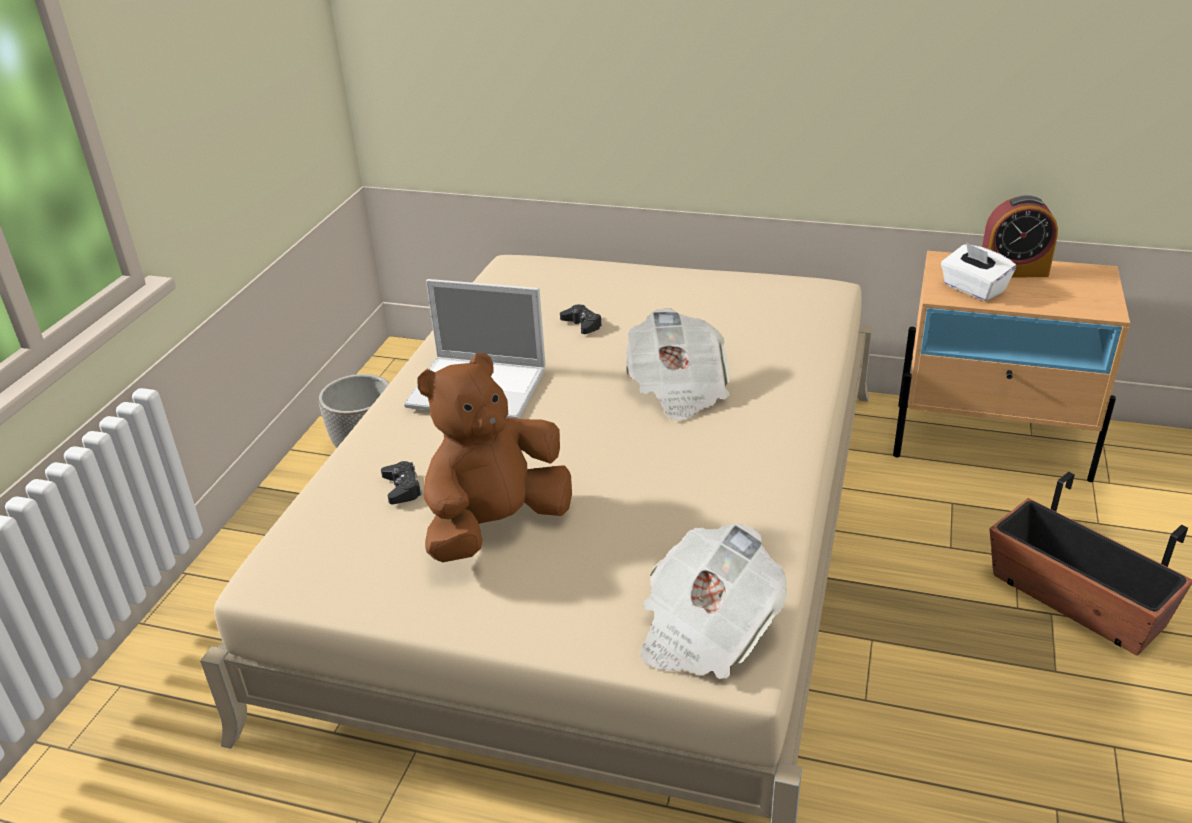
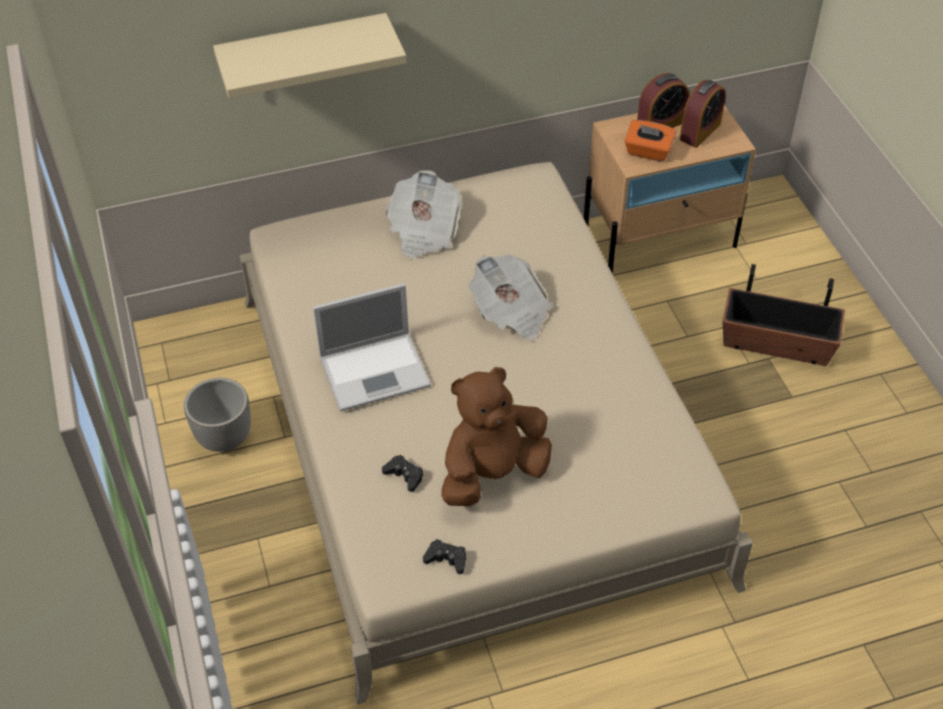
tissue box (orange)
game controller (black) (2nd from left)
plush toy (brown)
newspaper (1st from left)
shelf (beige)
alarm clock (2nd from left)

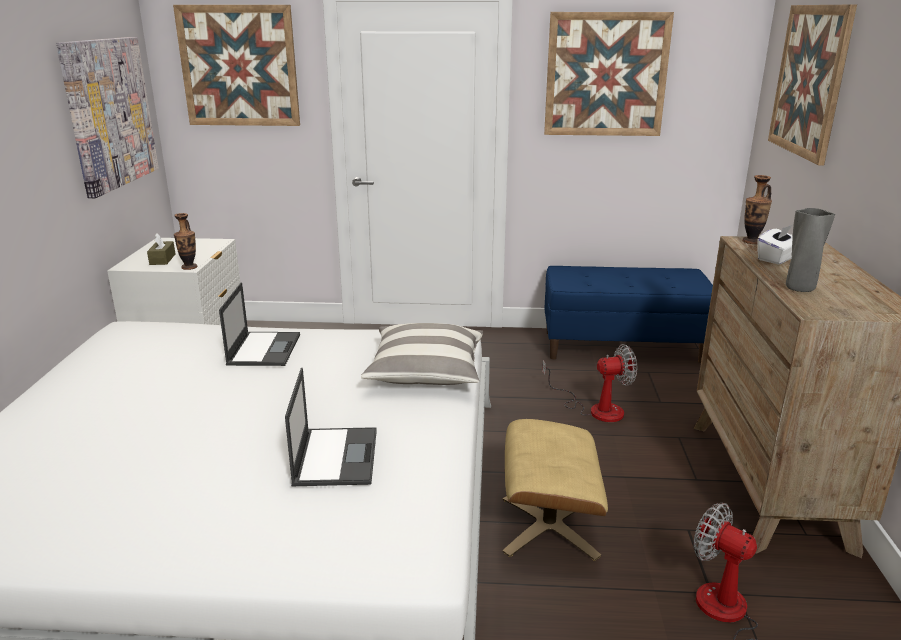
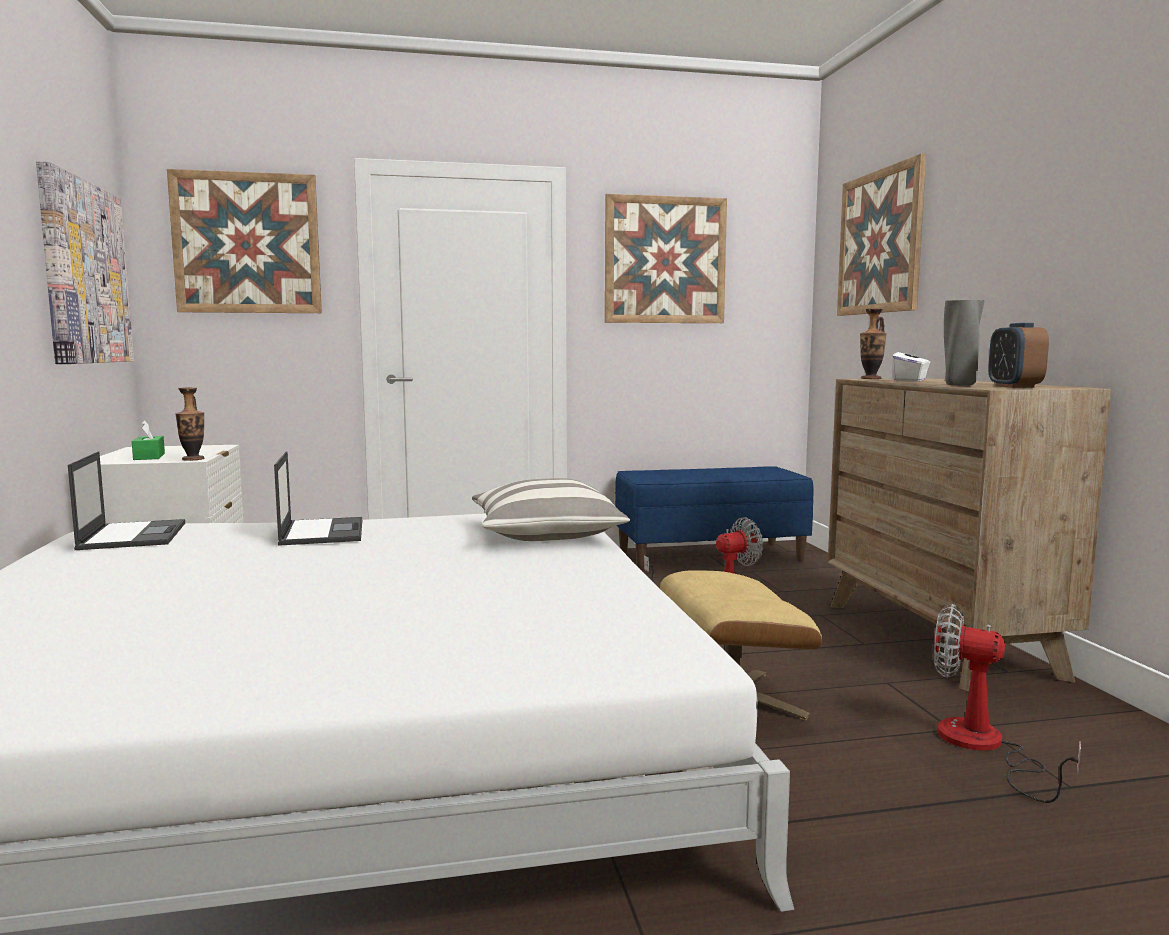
tissue box (green)
laptop (1st from left)
alarm clock

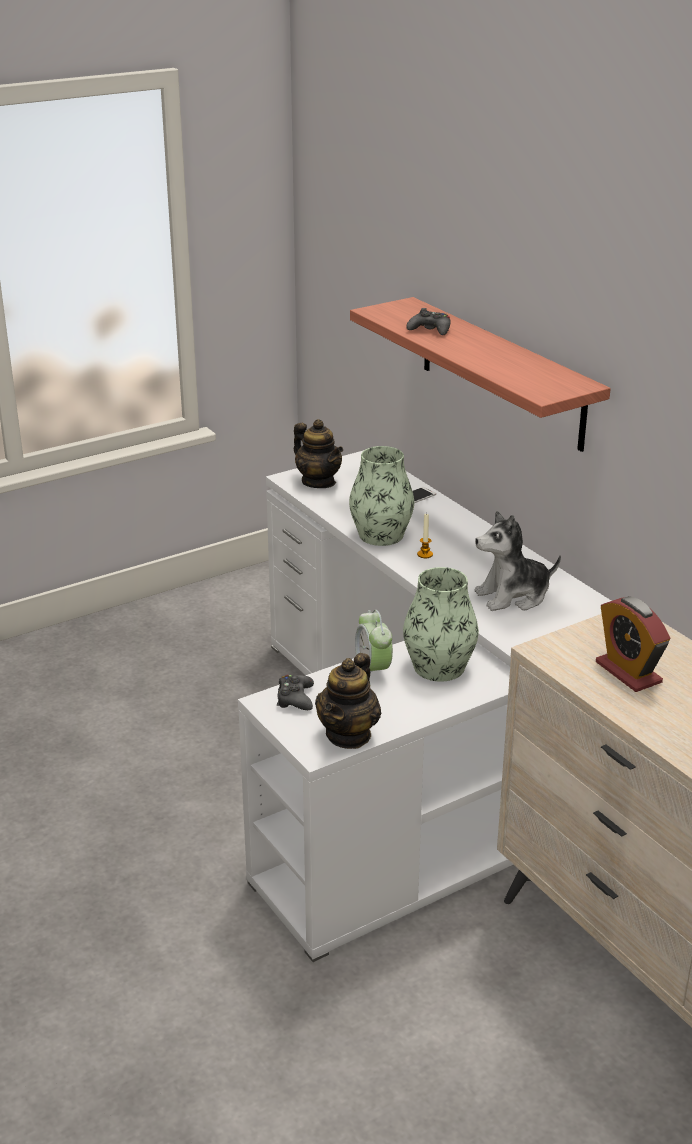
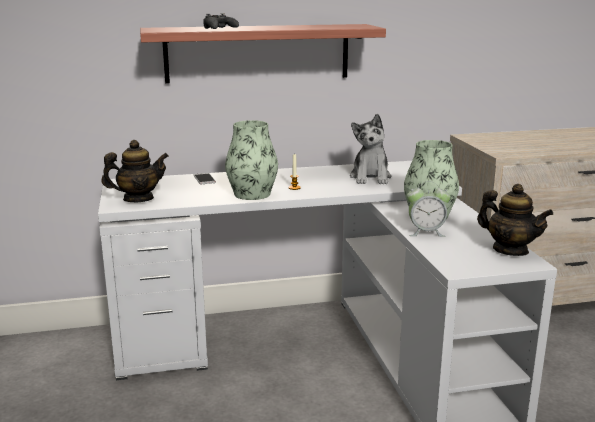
alarm clock (2nd from left in the first image)
game controller (black) (1st from left in the first image)

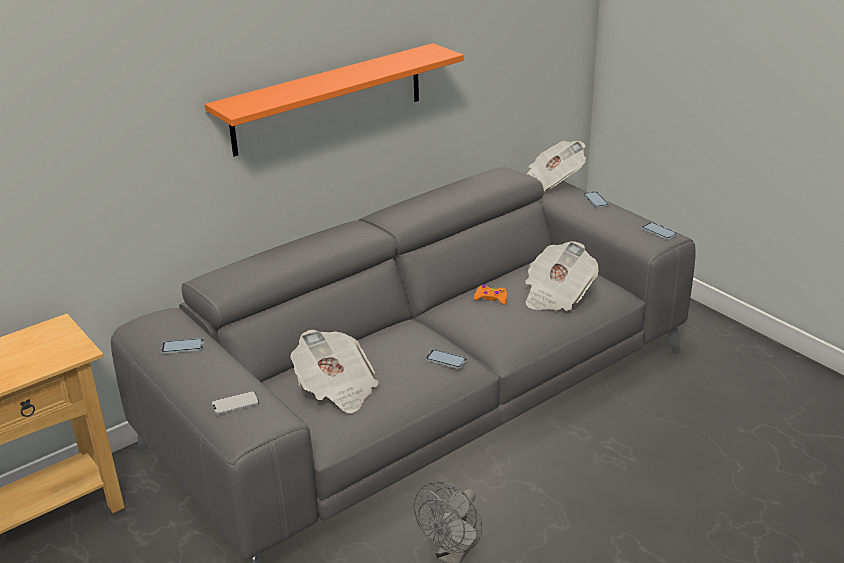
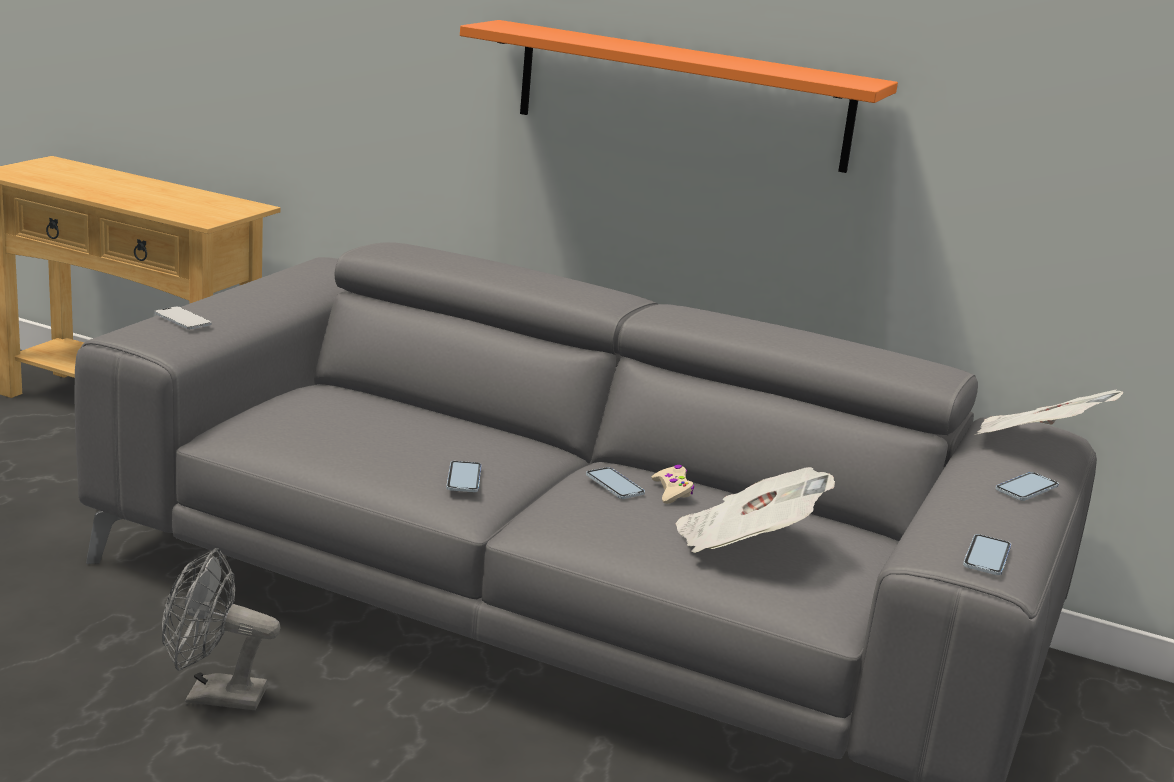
game controller (beige)
newspaper (1st from left in the first image)
phone (3rd from left)

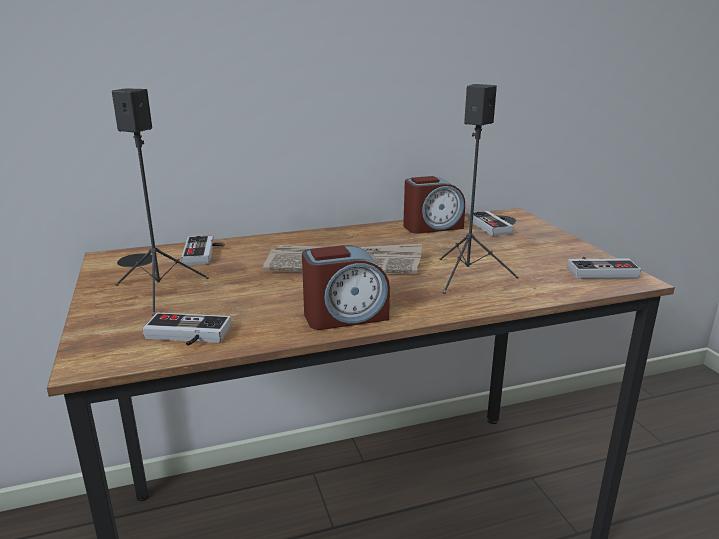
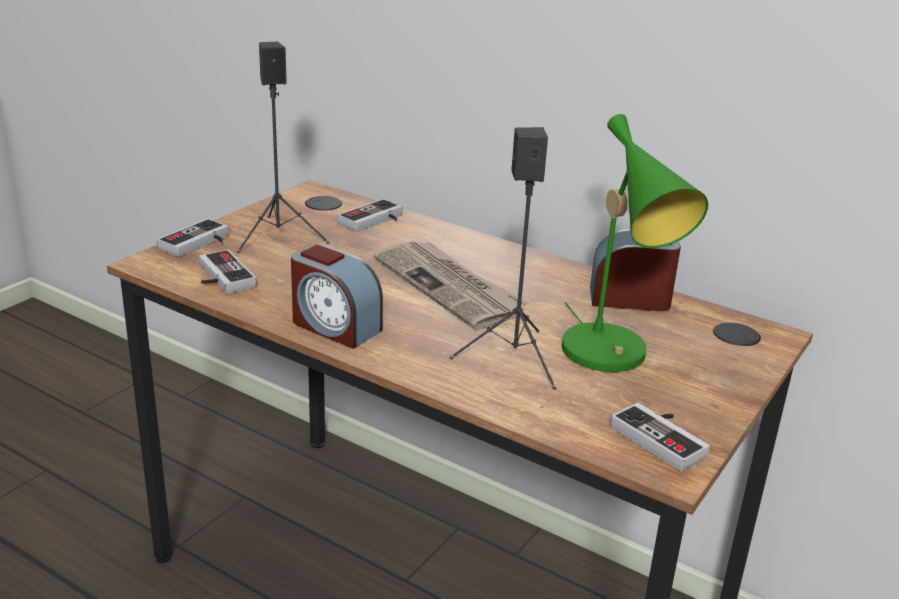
alarm clock (2nd from left)
game controller (1st from left)
table lamp (green)

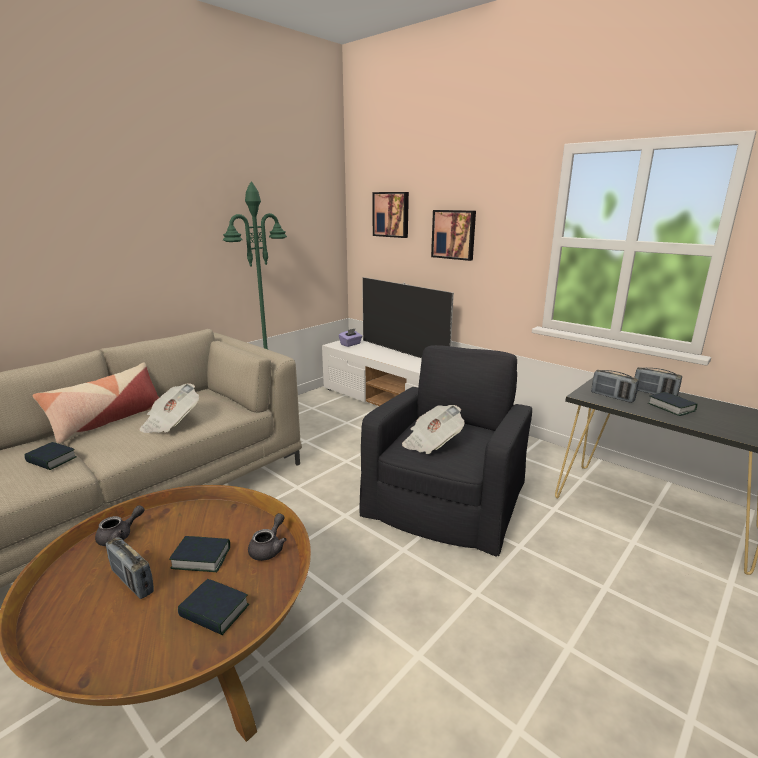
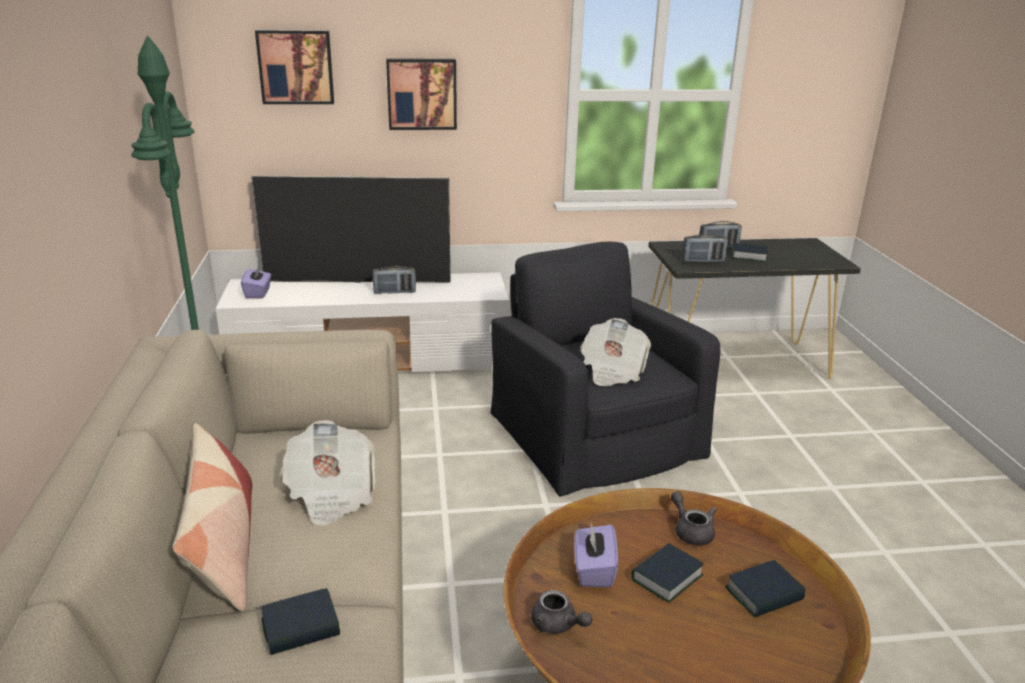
teapot (grey) (1st from left)
radio (1st from left)
tissue box (purple) (2nd from left)

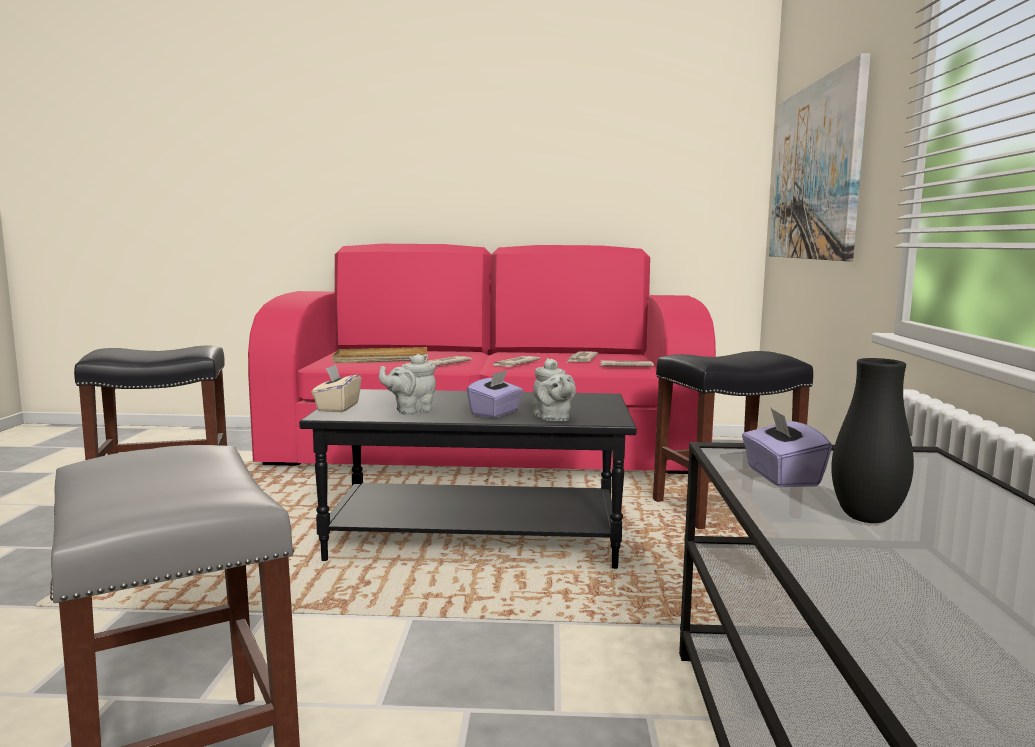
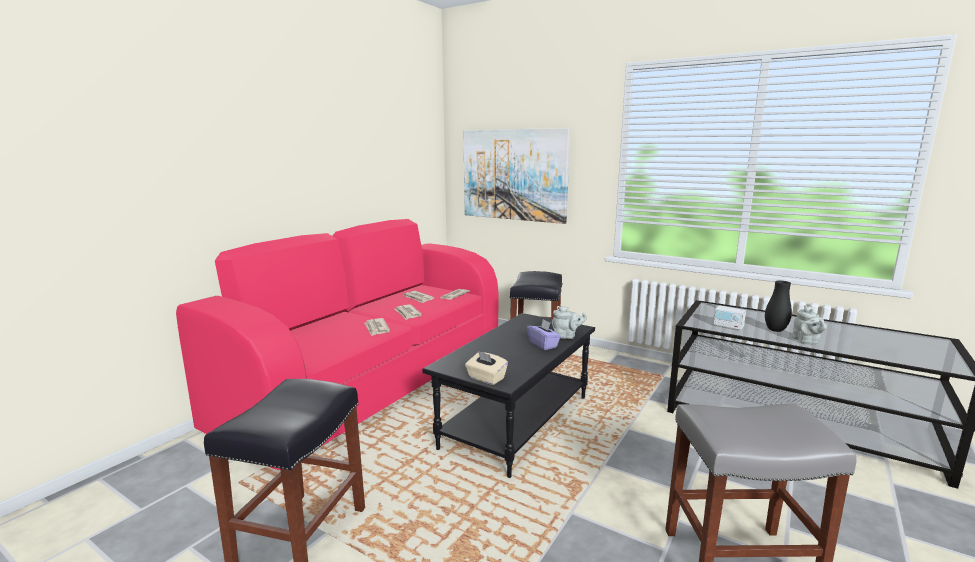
tray (beige)
teapot (grey) (2nd from left)
radio

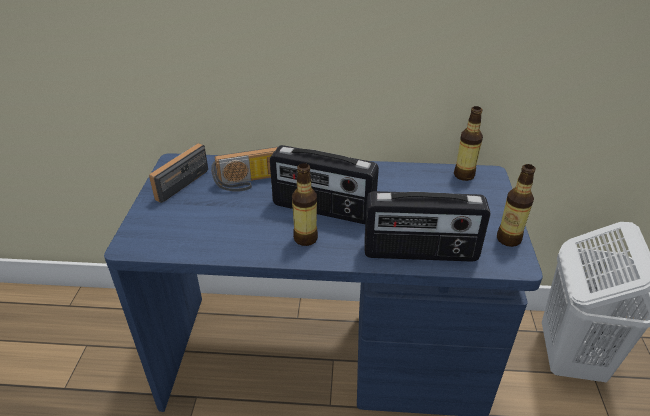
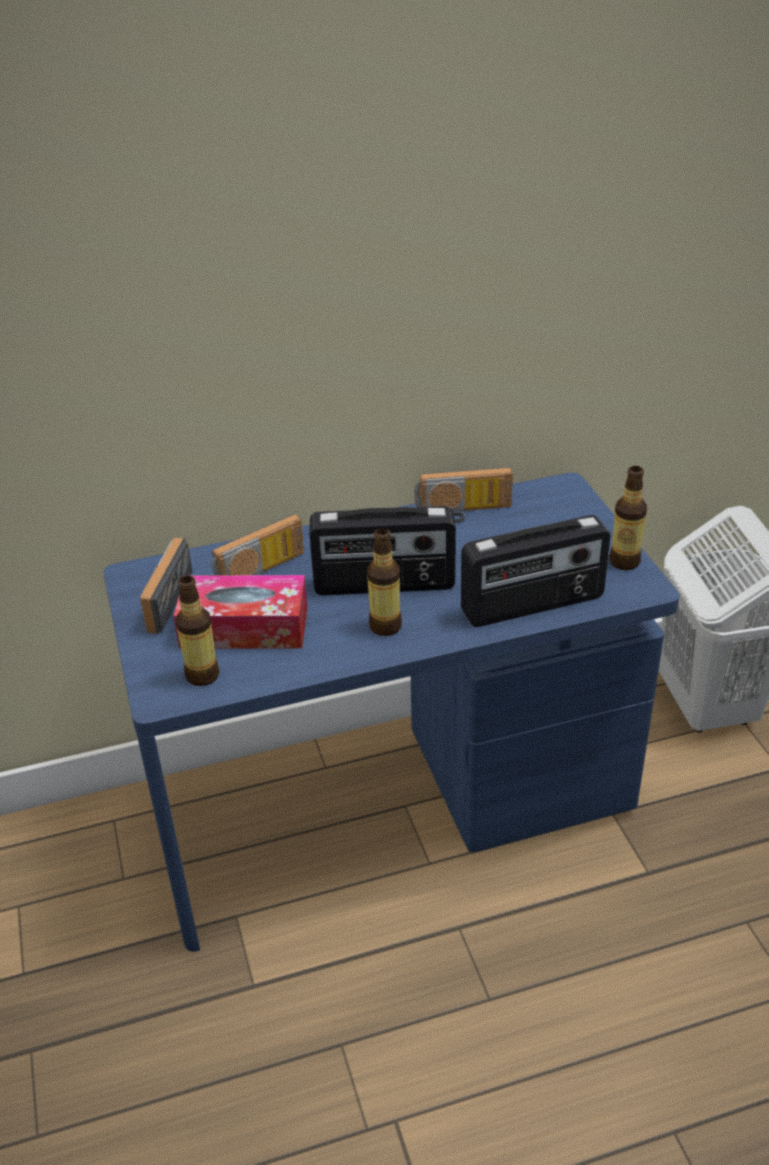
bottle (1st from left)
radio (4th from left)
tissue box

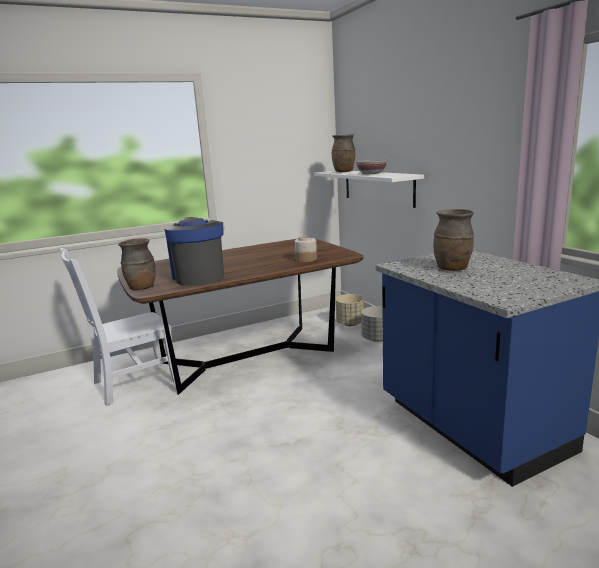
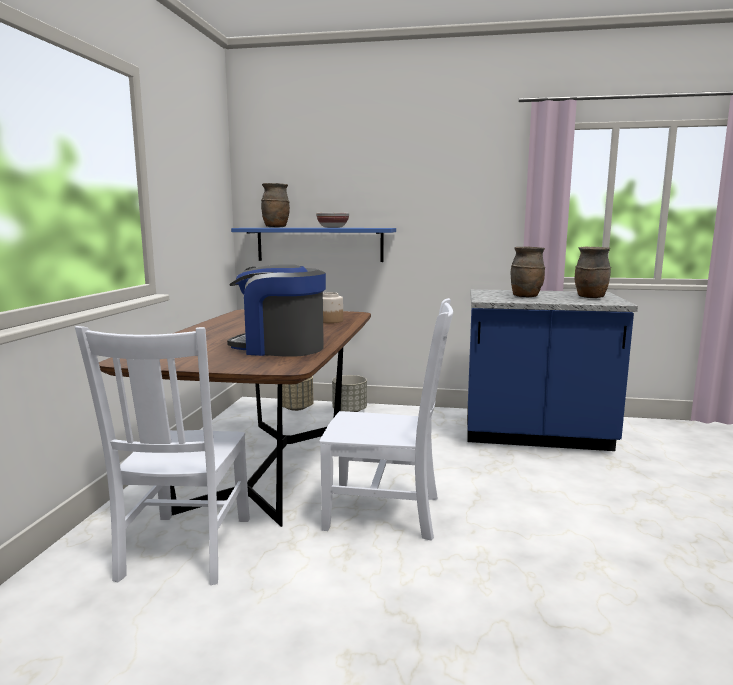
shelf (blue)
vase (brown) (3rd from left)
chair (white) (2nd from left)

